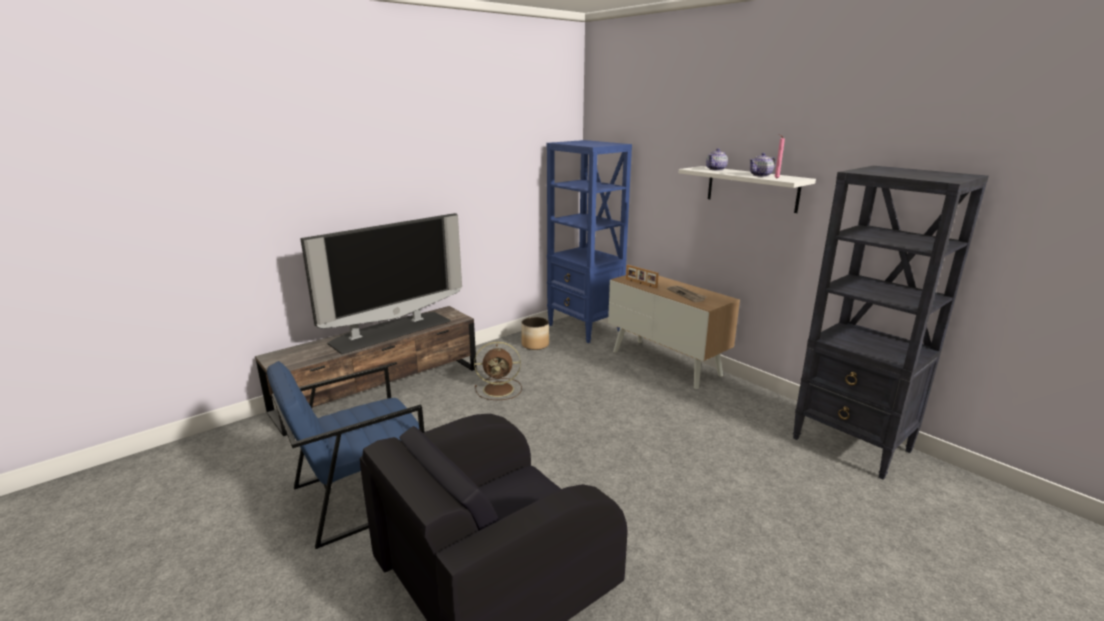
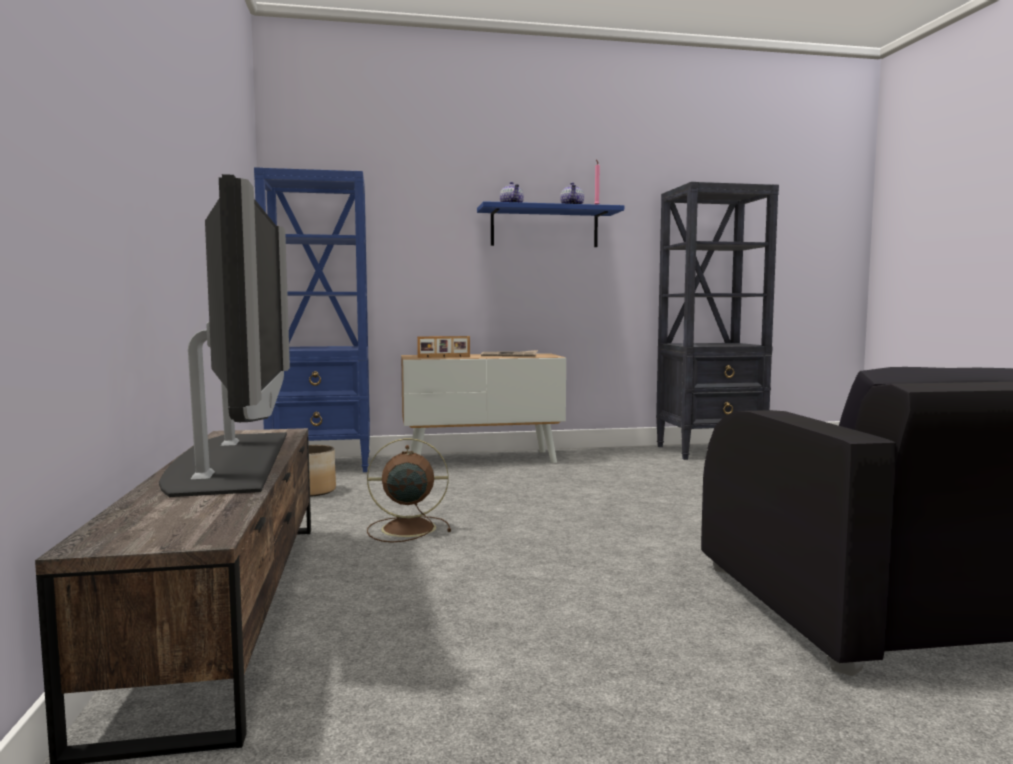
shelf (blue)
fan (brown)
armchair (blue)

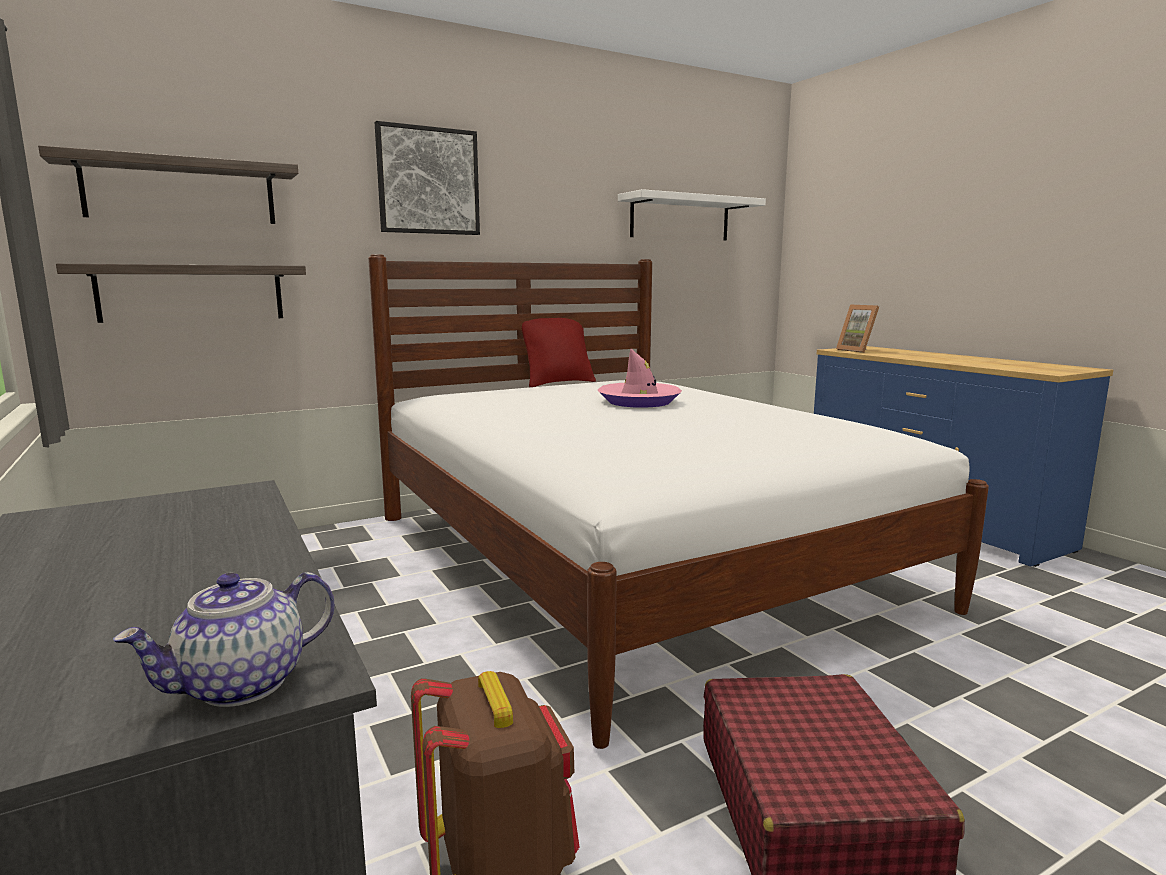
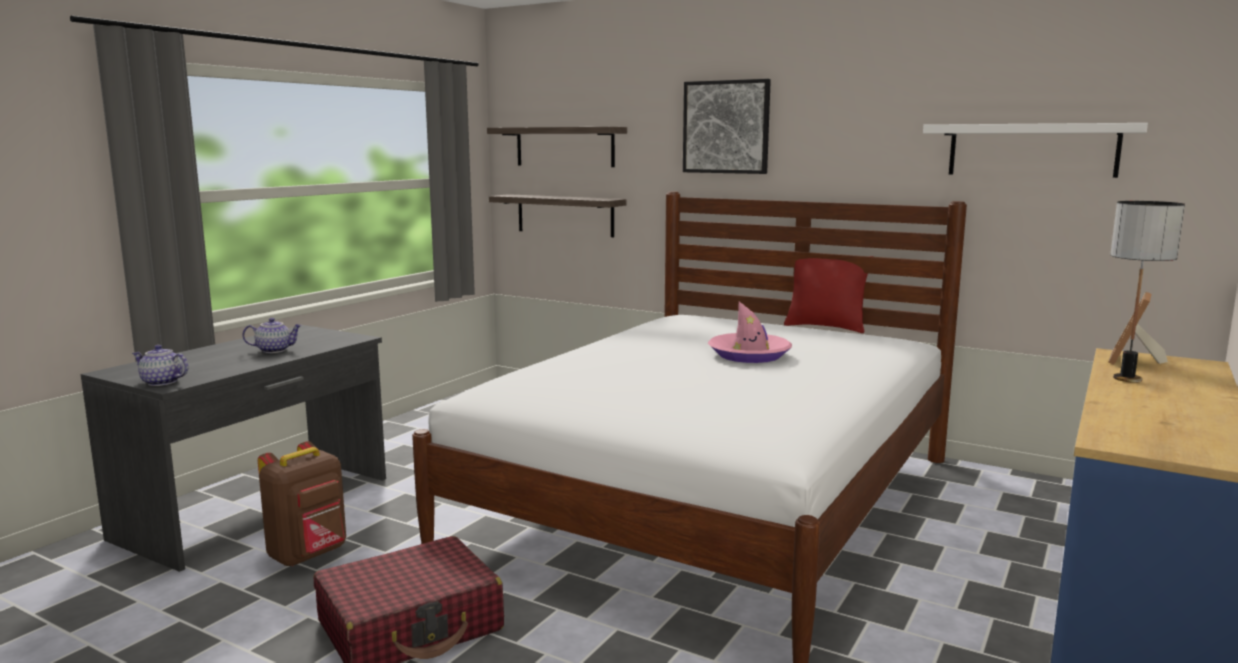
table lamp
teapot (2nd from left)

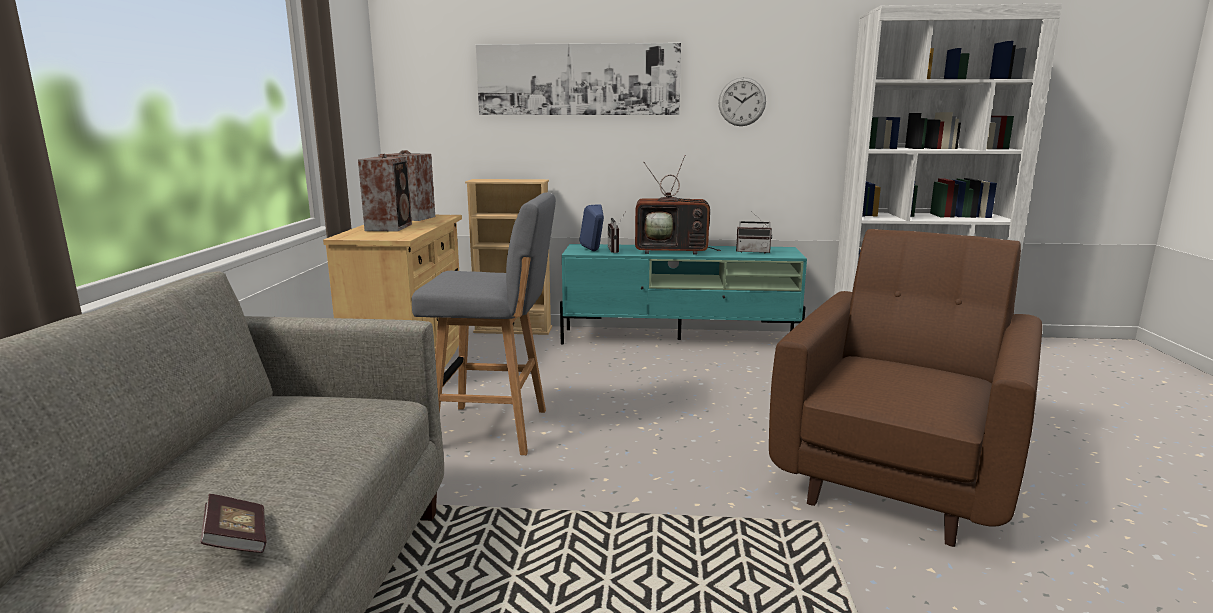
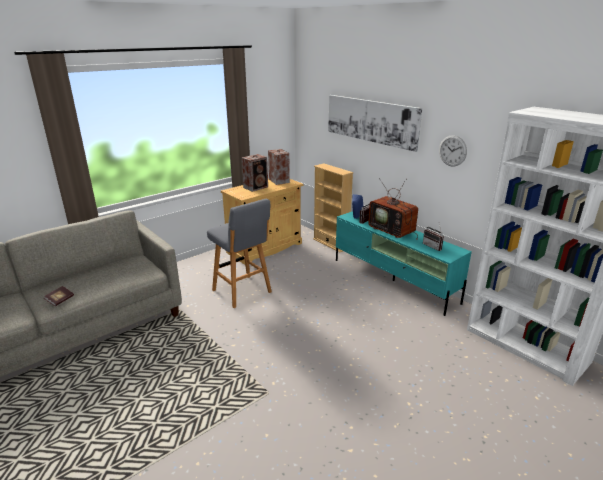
armchair (brown)

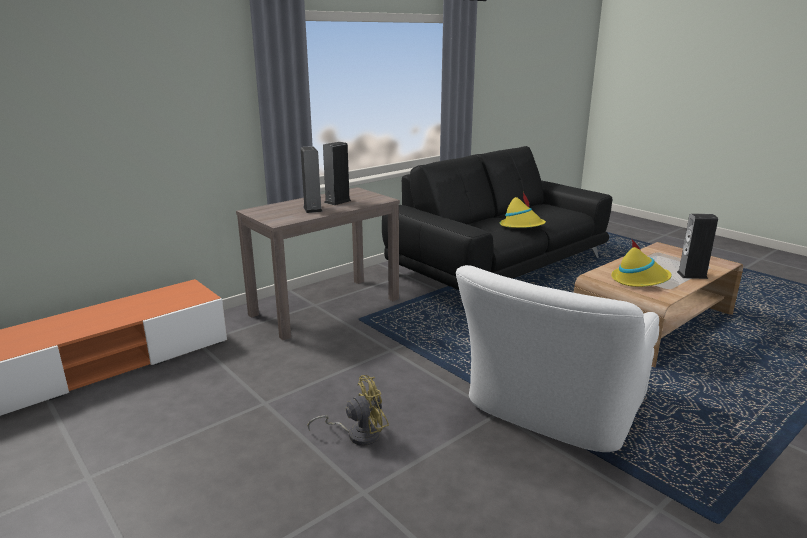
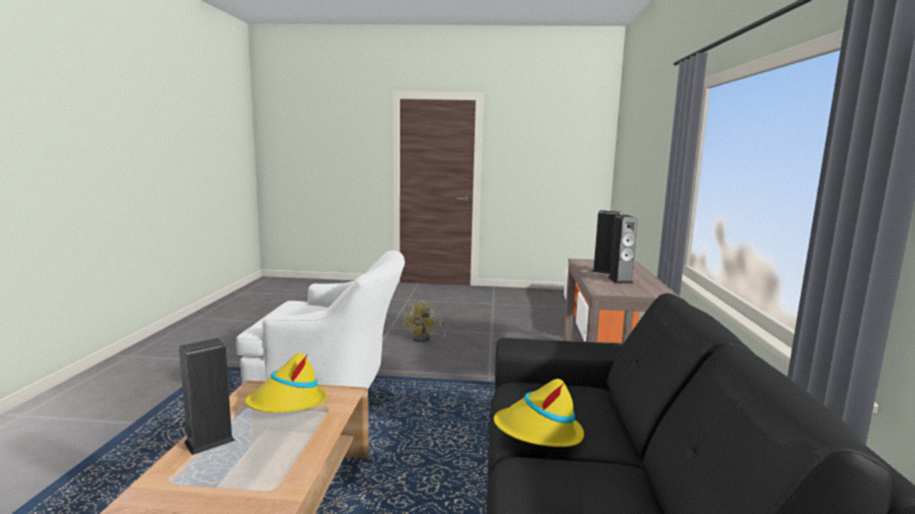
armchair (white)

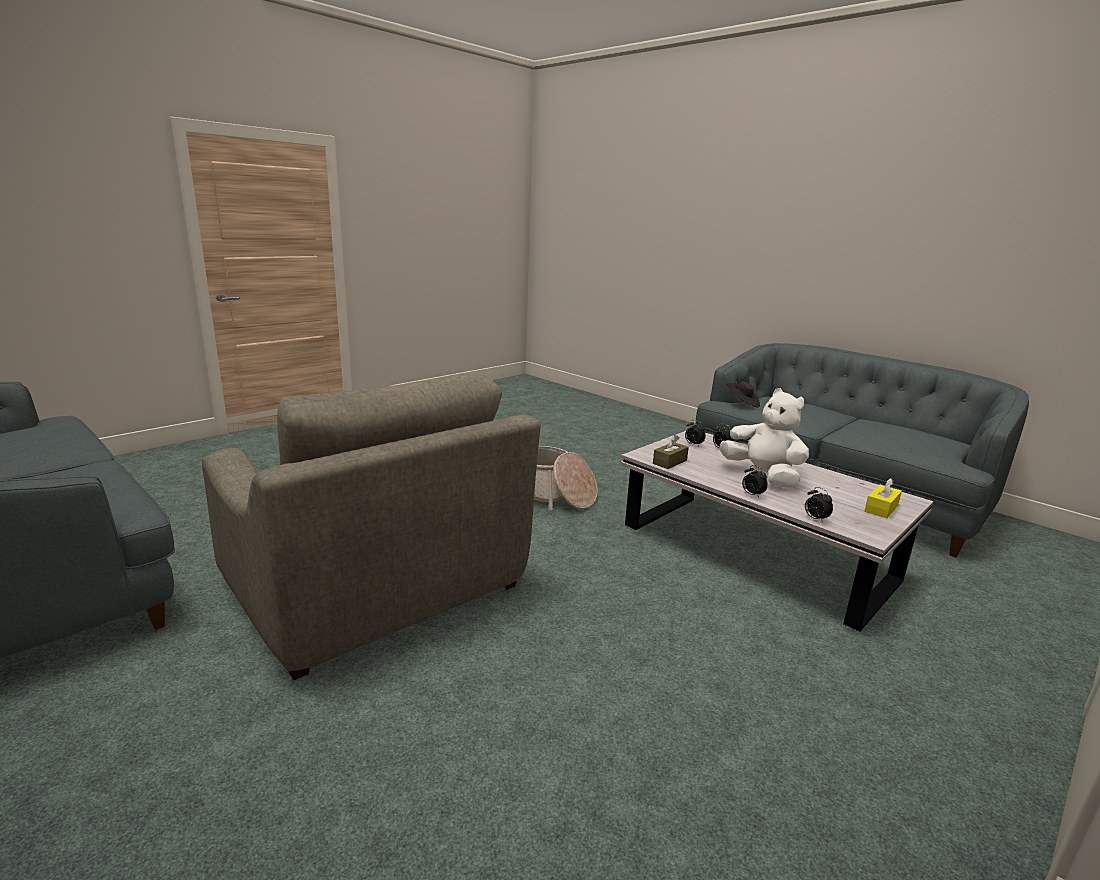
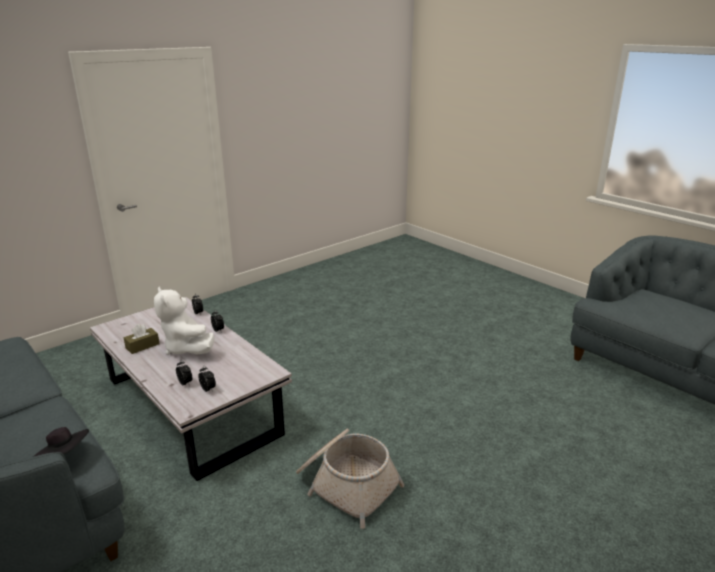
armchair (grey)
tissue box (brown)
tissue box (yellow)

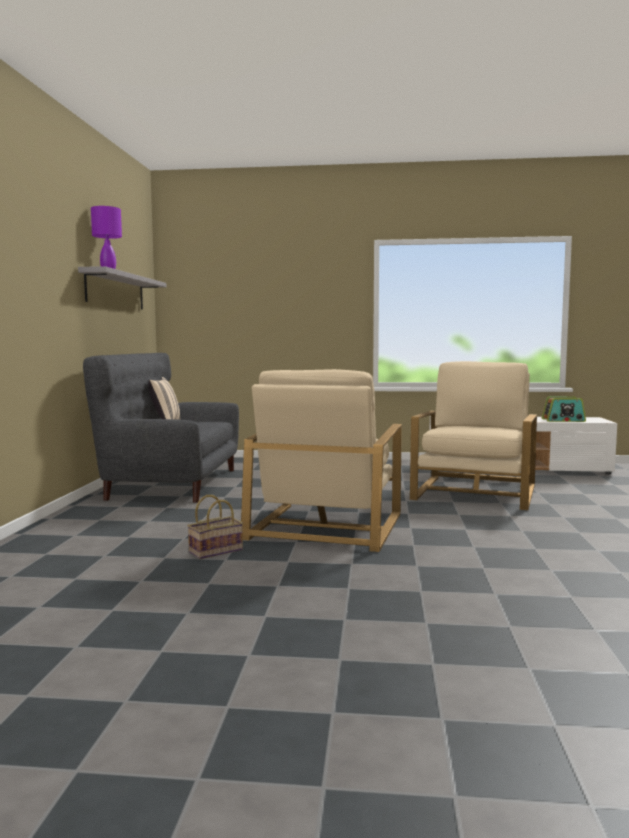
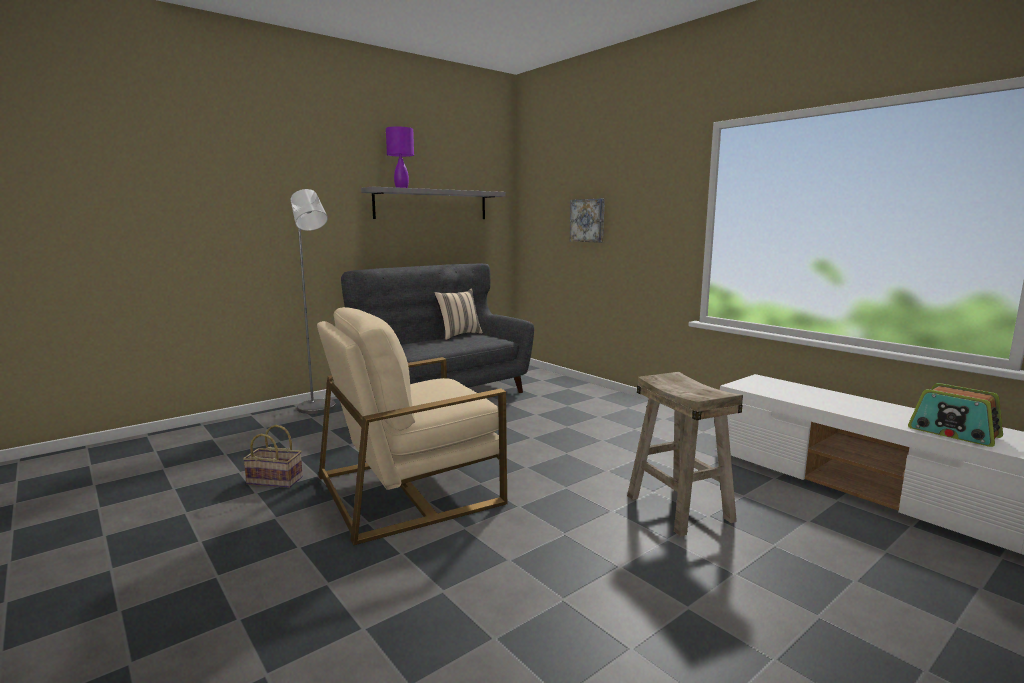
stool (beige)
floor lamp (grey)
picture

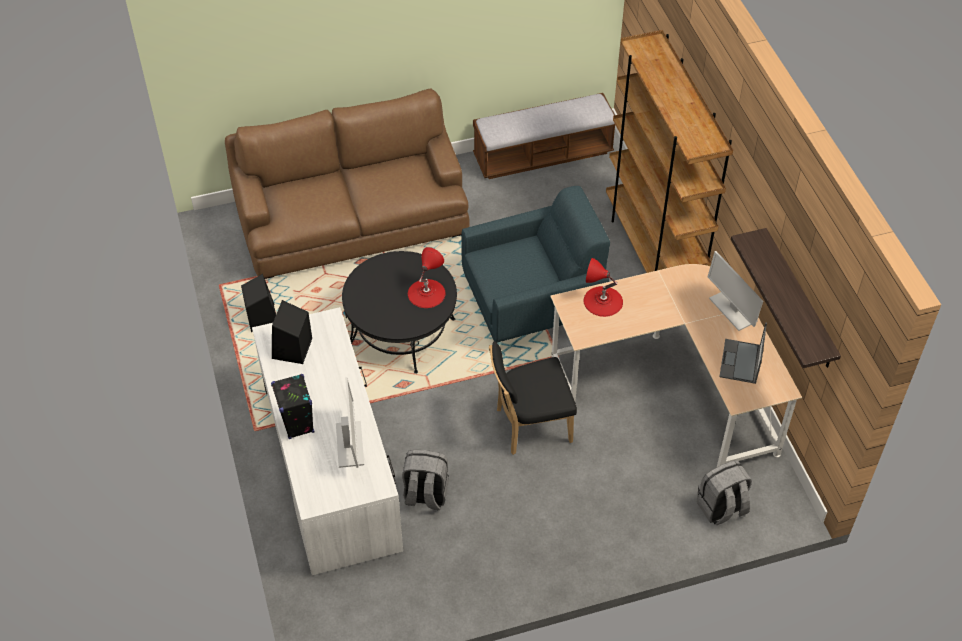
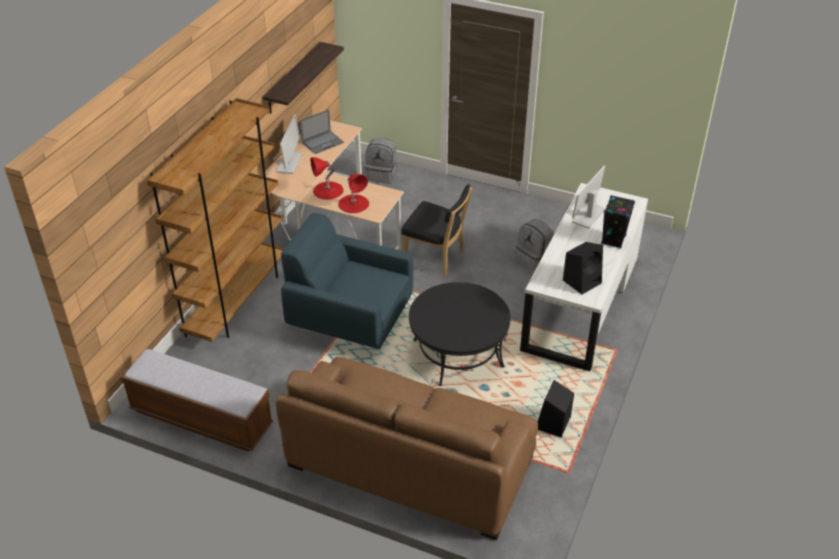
table lamp (red) (1st from left)

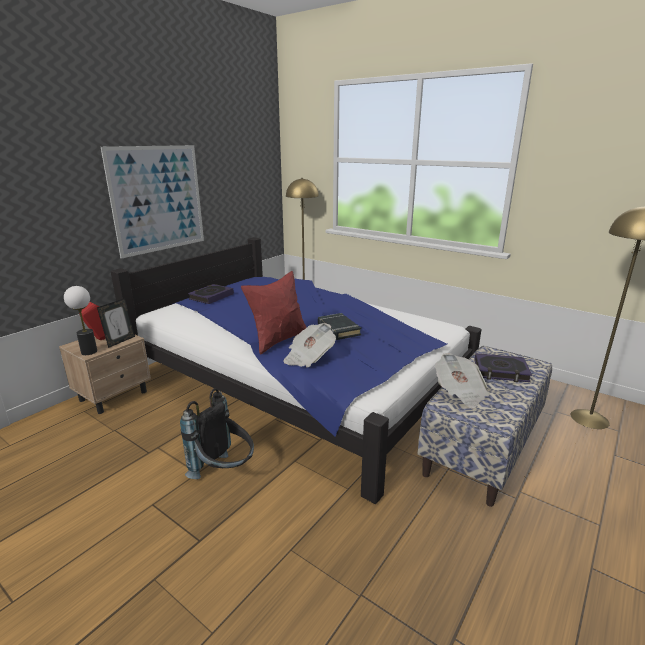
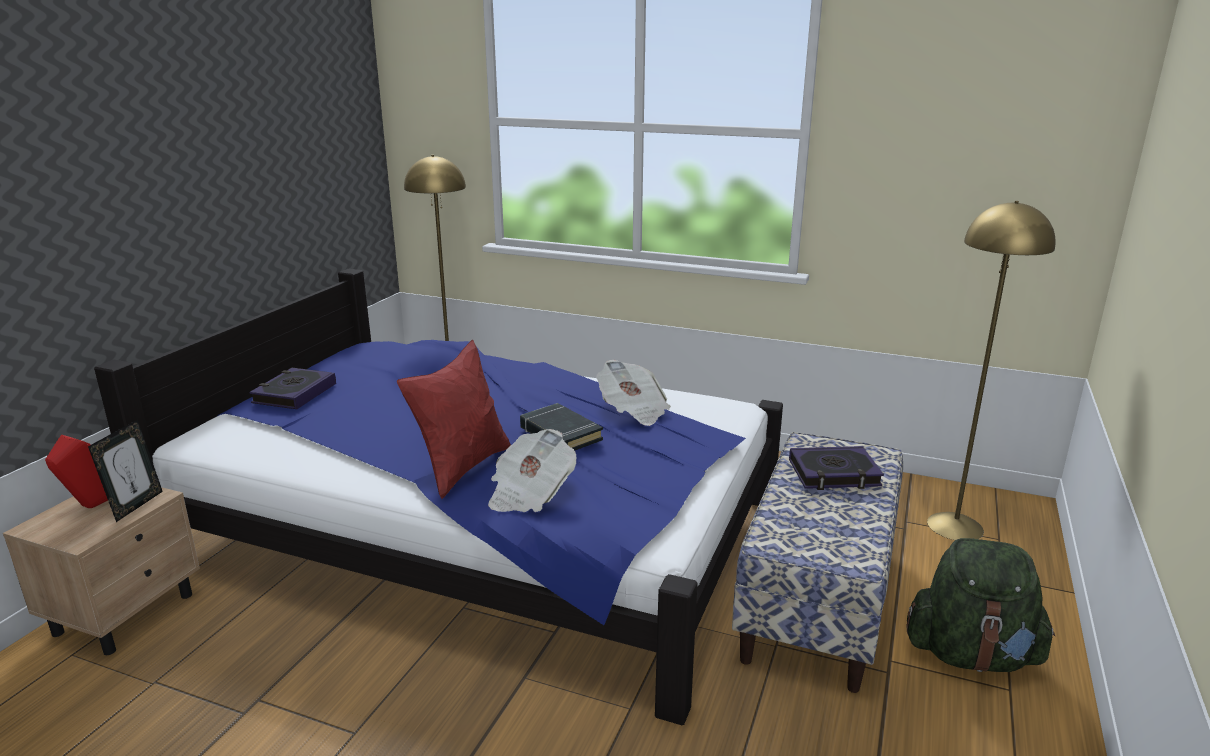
picture
table lamp
newspaper (2nd from left)
backpack (black)
backpack (green)

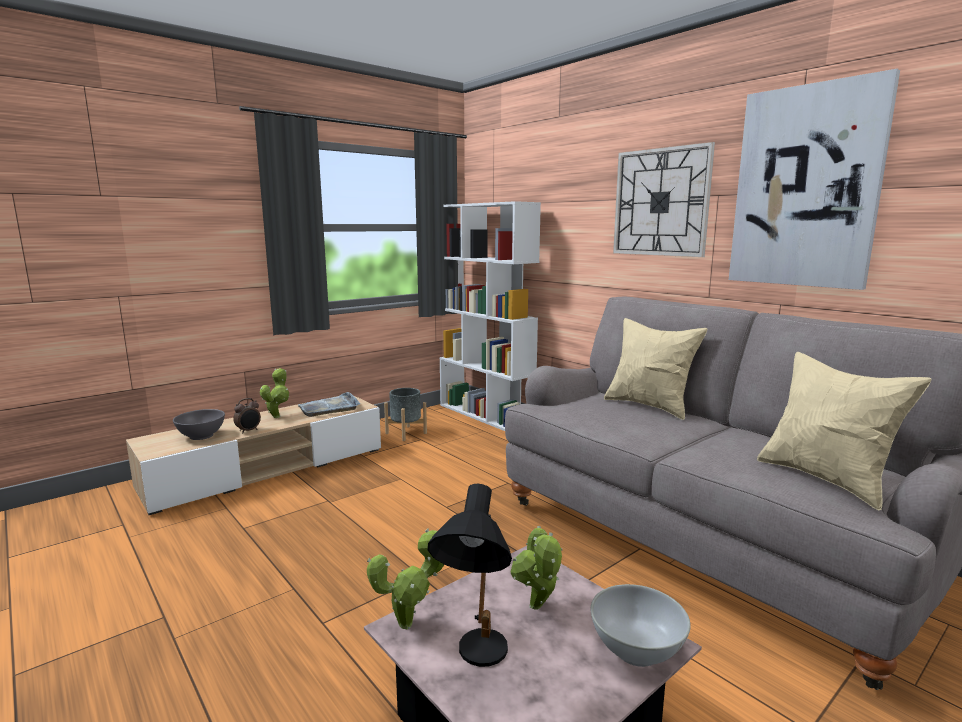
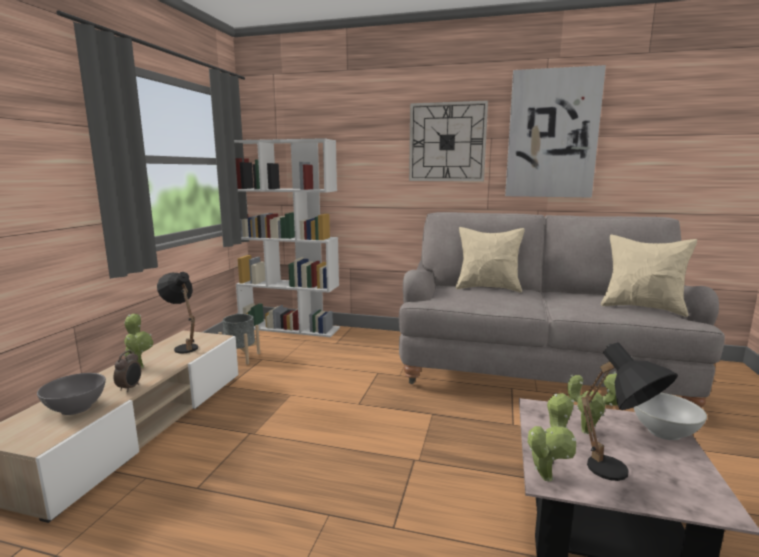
table lamp (black) (1st from left)

